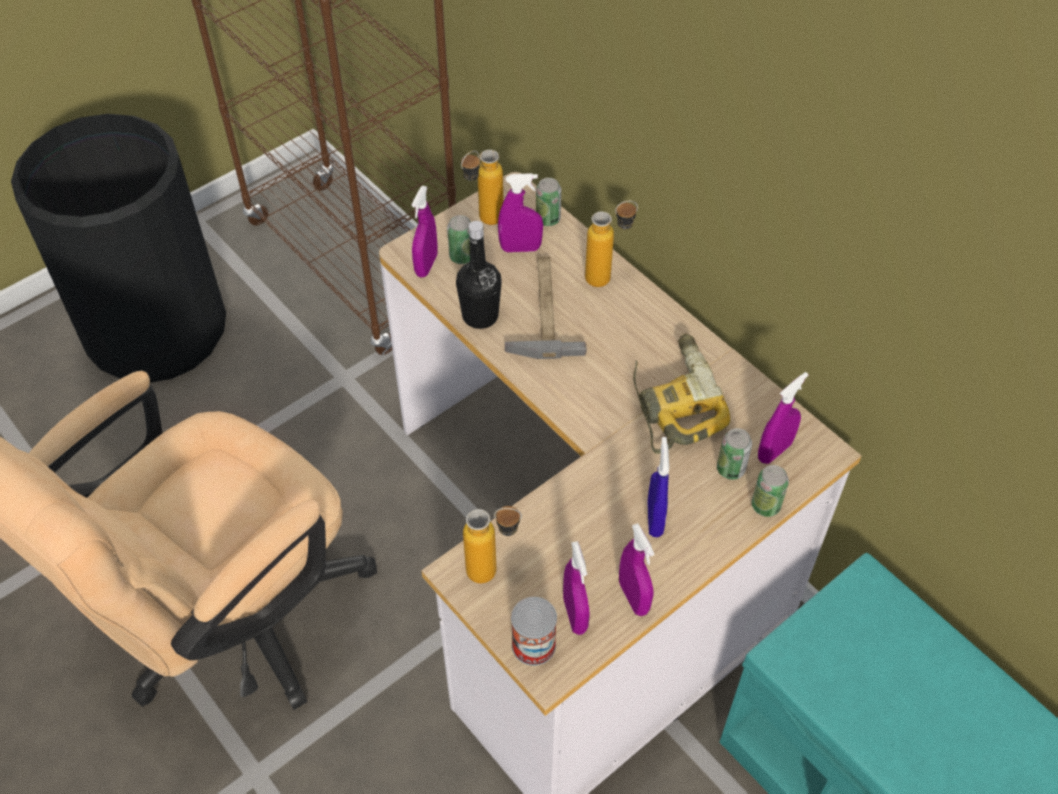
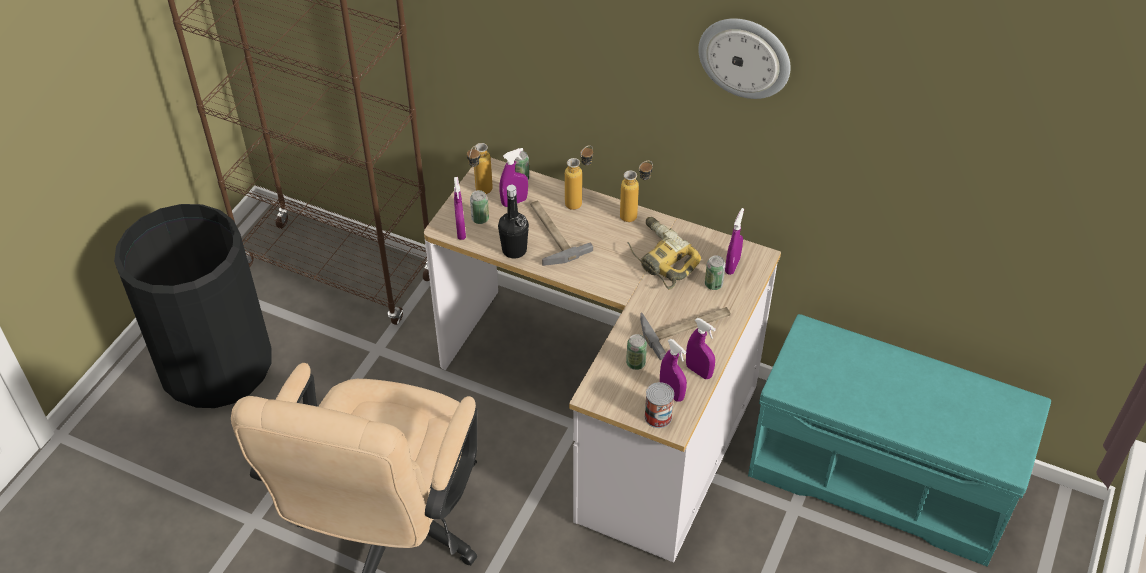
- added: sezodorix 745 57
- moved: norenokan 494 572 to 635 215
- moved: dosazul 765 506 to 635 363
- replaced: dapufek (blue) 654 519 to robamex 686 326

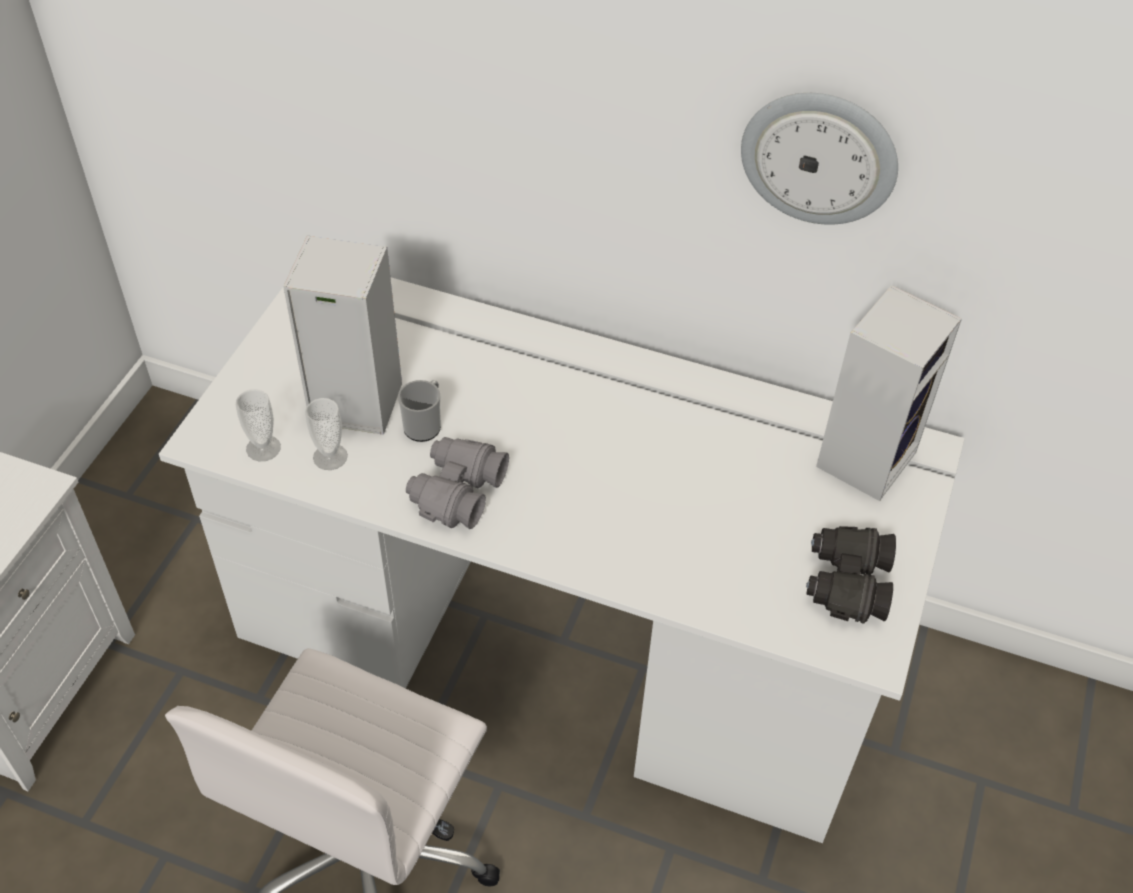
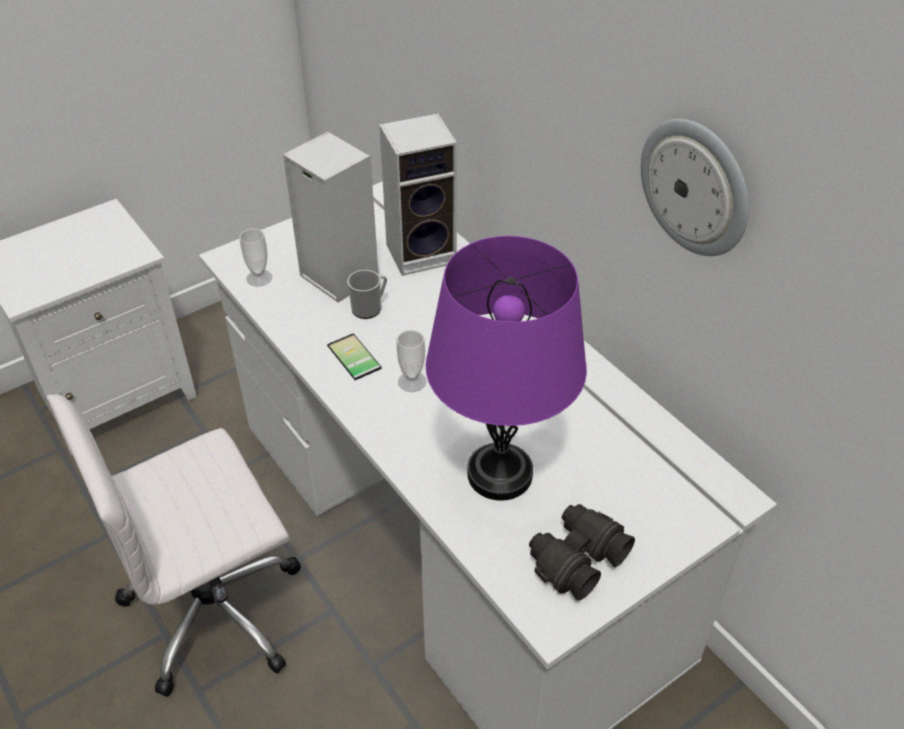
- added: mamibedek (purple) 499 474
- moved: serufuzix 330 457 to 412 382
- moved: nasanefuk 866 456 to 423 252
- replaced: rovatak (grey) 456 491 to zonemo 351 358

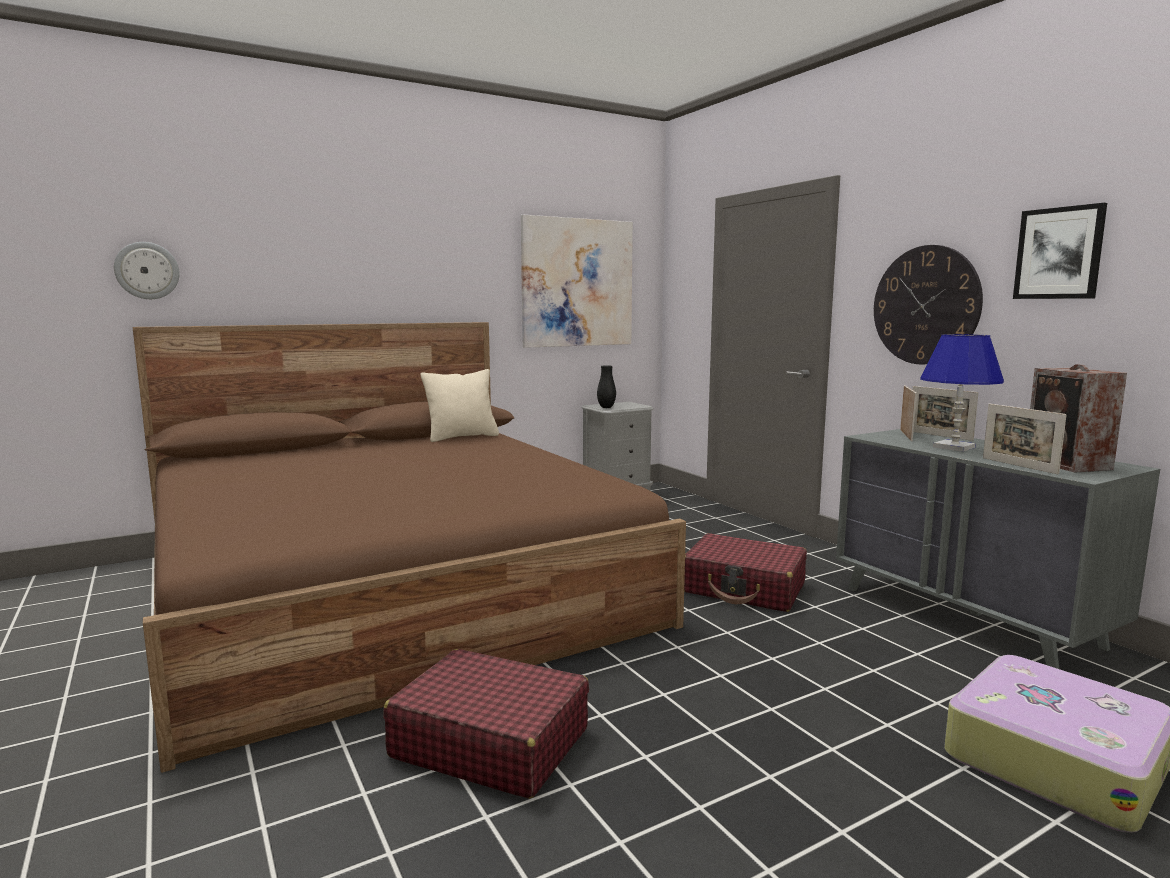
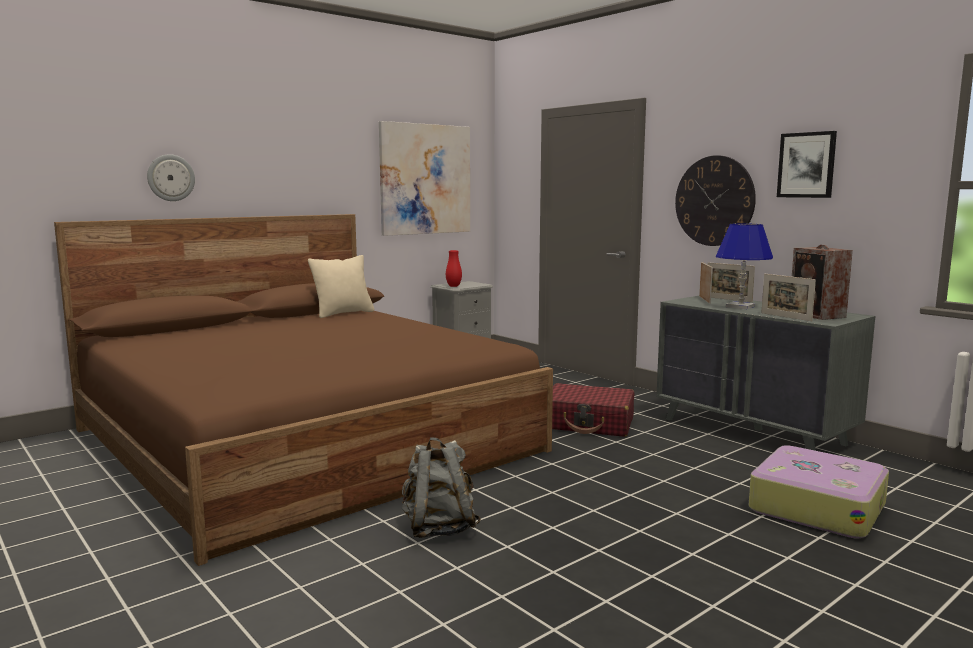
- moved: sezodorix 147 270 to 170 178
- replaced: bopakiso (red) 490 742 to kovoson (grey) 438 528
- recoloured: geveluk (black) 606 407 to geveluk (red) 453 286

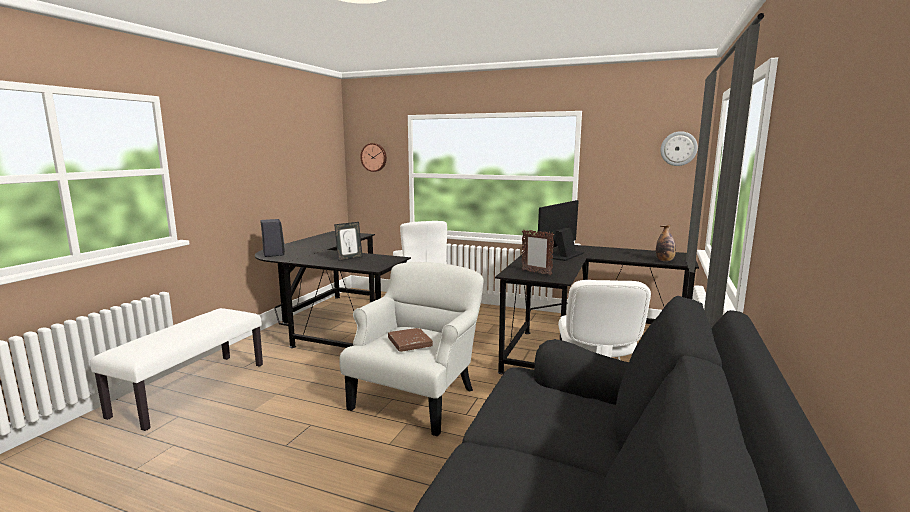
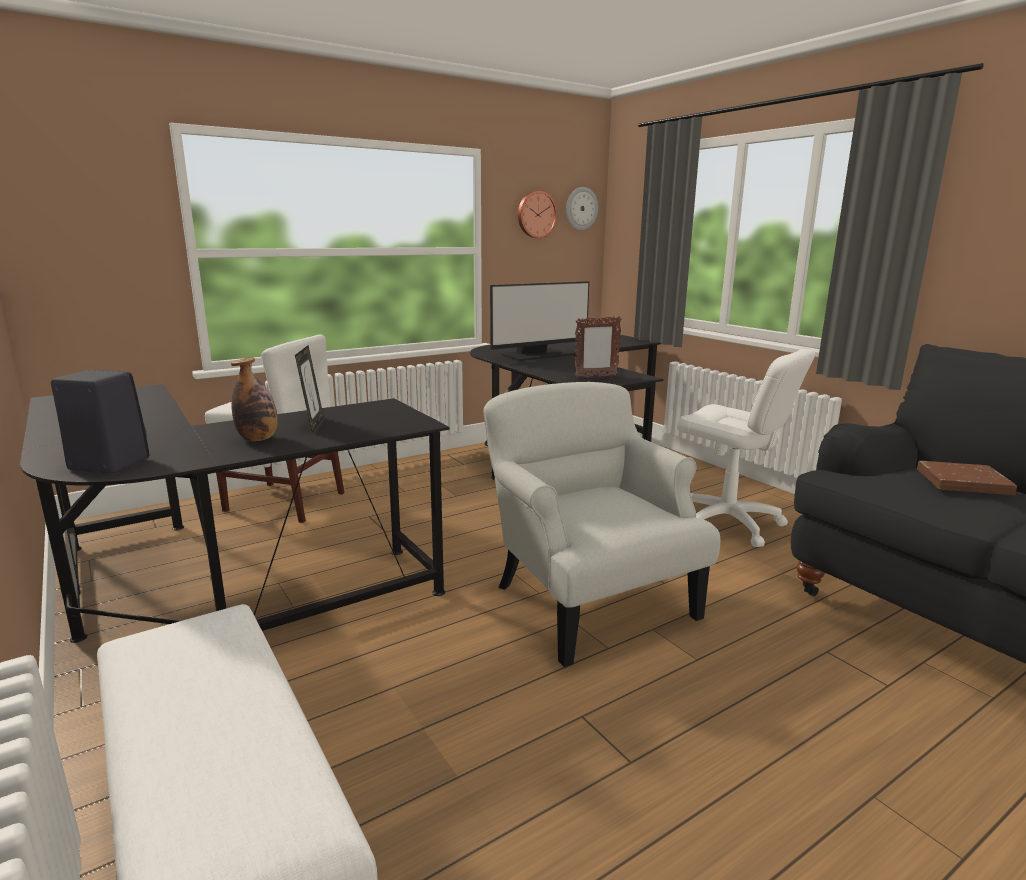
- moved: sezodorix 374 157 to 536 214
- moved: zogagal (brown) 409 342 to 963 483
- moved: norenokan 664 260 to 258 439
- turned: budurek 562 255 = 536 355 105 degrees counterclockwise

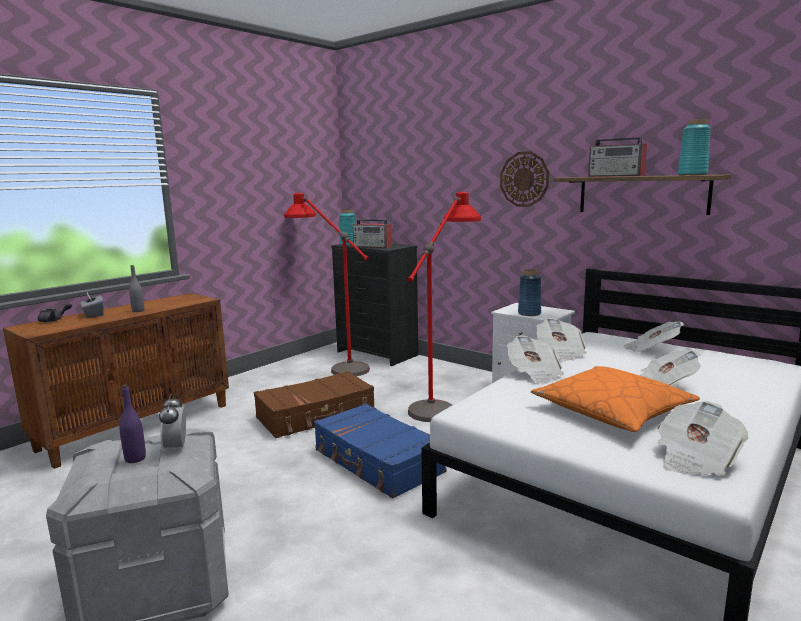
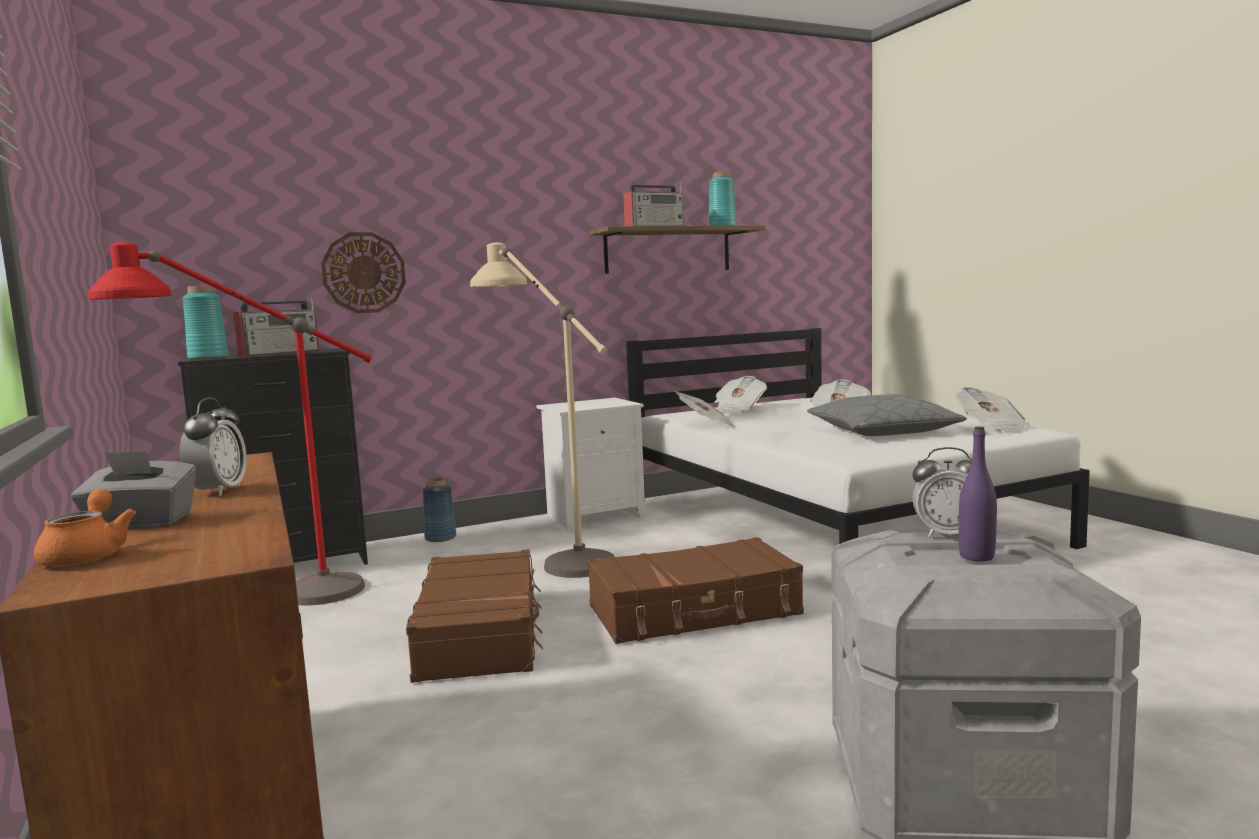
- removed: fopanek 534 374
- moved: sezodorix 524 179 to 364 272
- moved: geveluk (blue) 529 313 to 441 538
- replaced: norenokan (grey) 138 311 to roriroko 218 491
- recoloured: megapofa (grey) 54 320 to megapofa (orange) 88 555
- recoloured: bopakiso (blue) 377 462 to bopakiso (brown) 695 611
- recoloured: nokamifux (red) 444 400 to nokamifux (beige) 552 554
- recoloured: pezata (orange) 611 411 to pezata (grey) 883 431

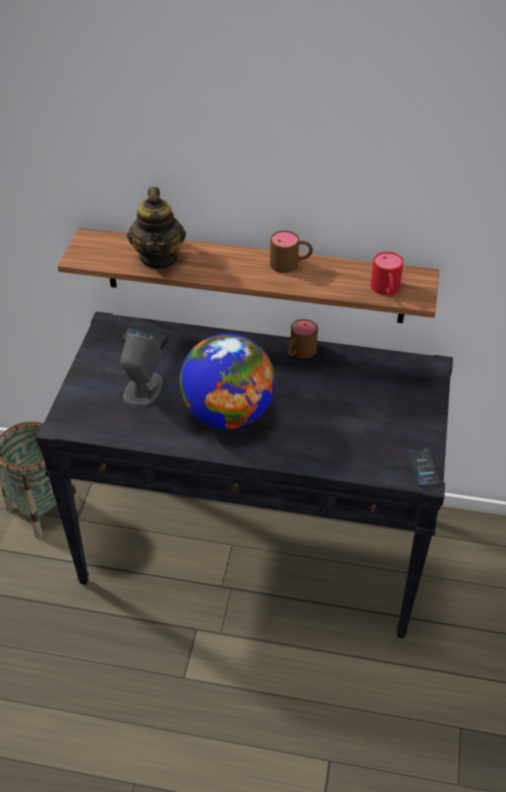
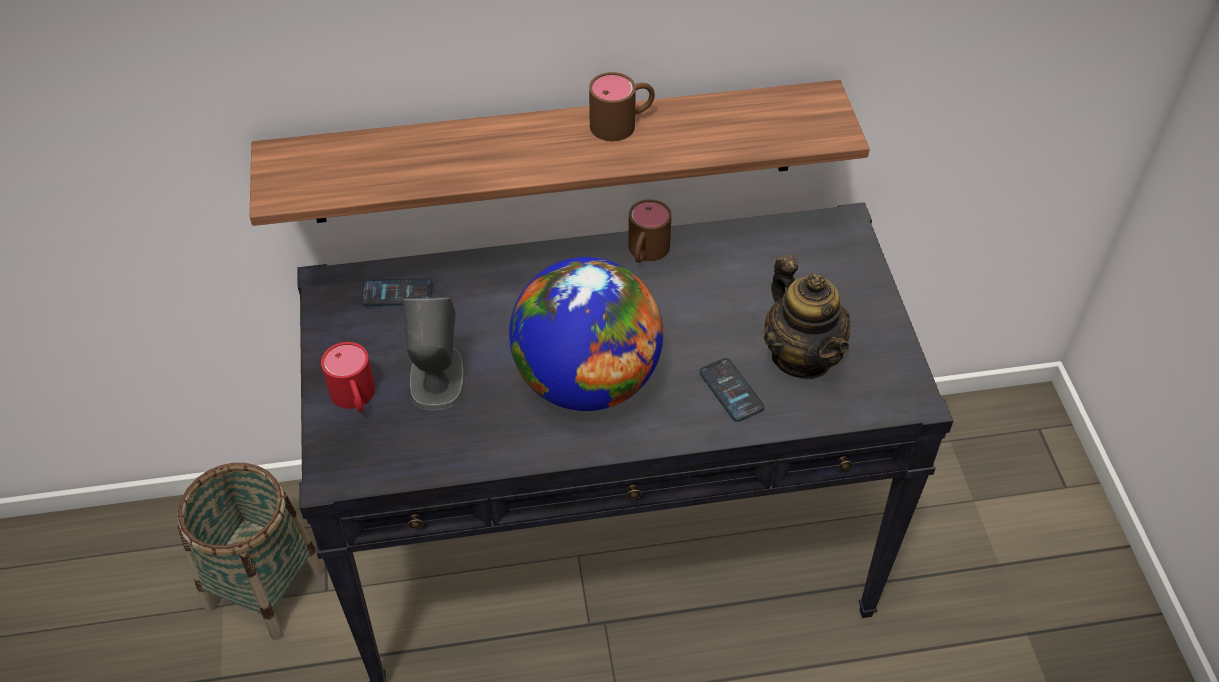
- moved: megapofa 159 257 to 802 356
- moved: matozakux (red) 386 290 to 355 398
- moved: zonemo 423 467 to 731 390

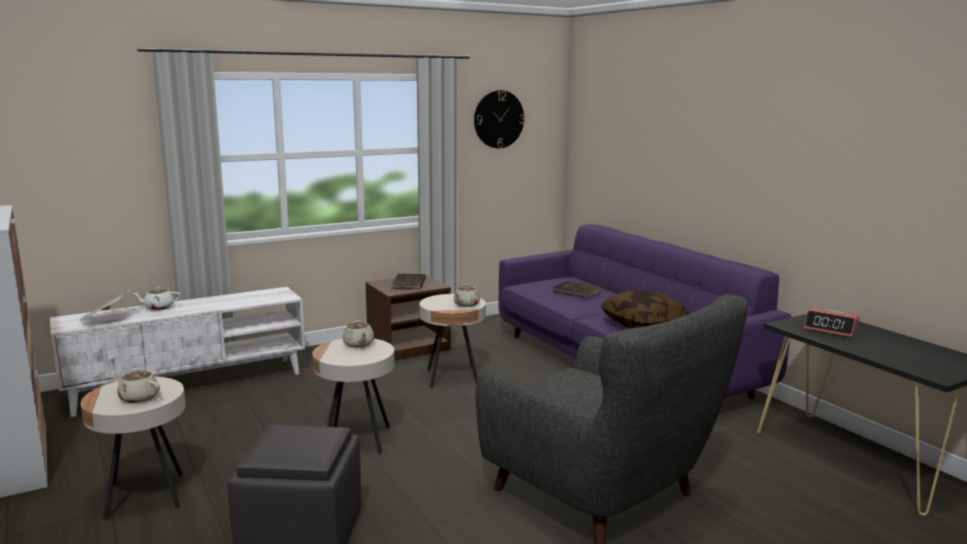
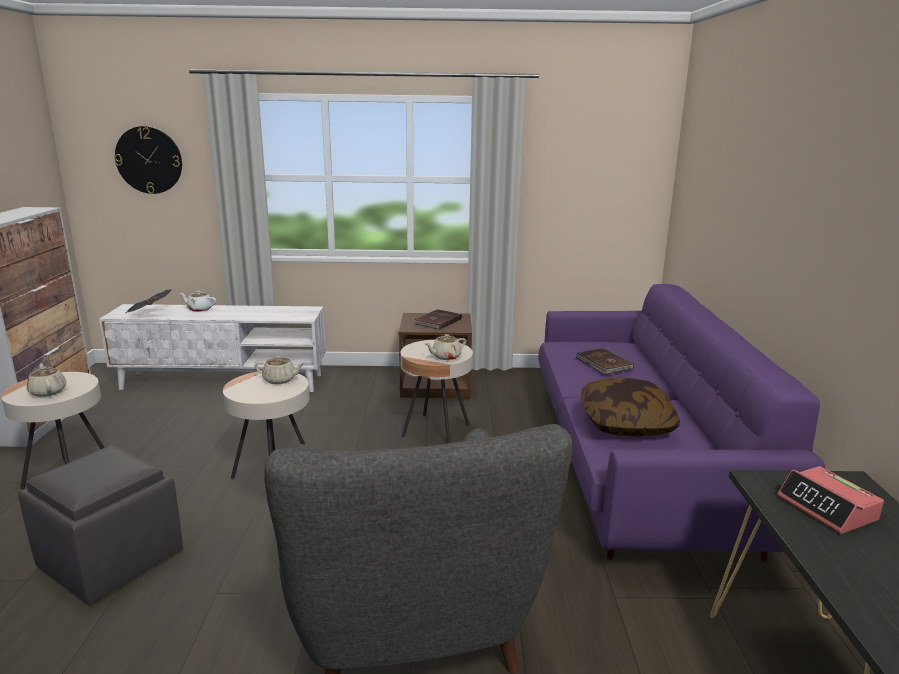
- moved: sezodorix 498 119 to 149 160
- turned: megapofa (beige) 358 344 = 280 380 90 degrees counterclockwise

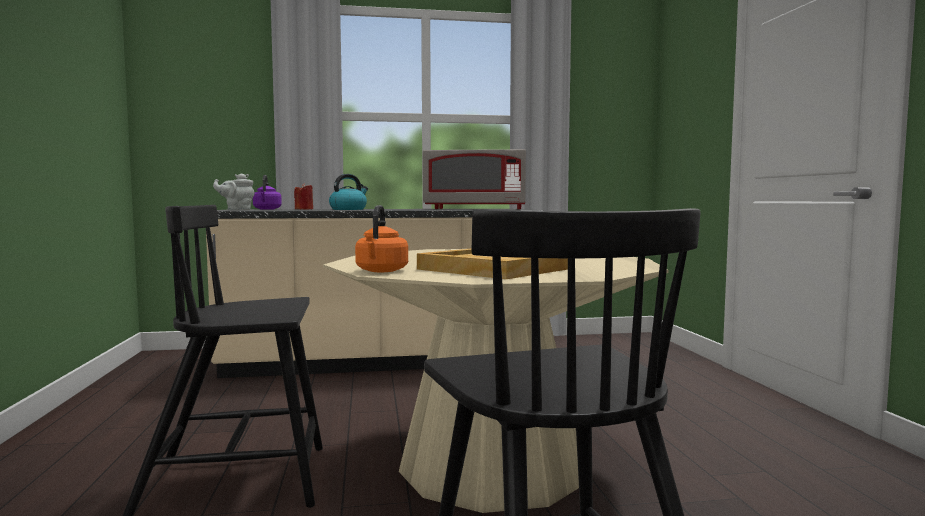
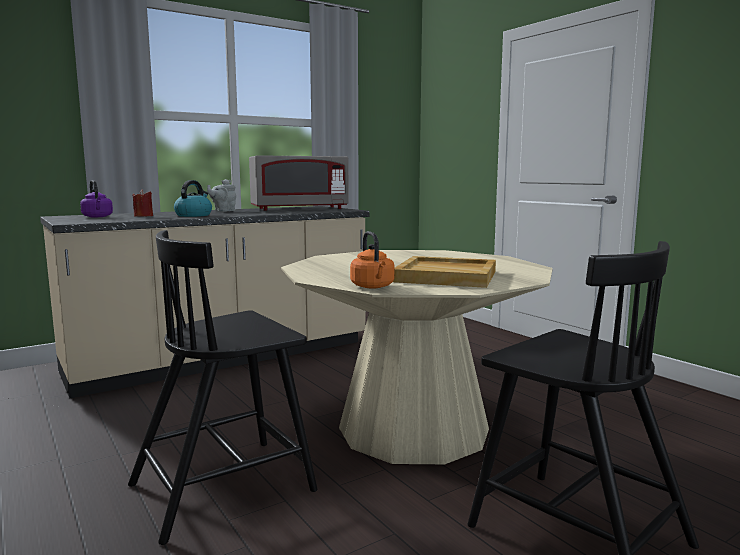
- moved: megapofa (grey) 237 209 to 223 211

